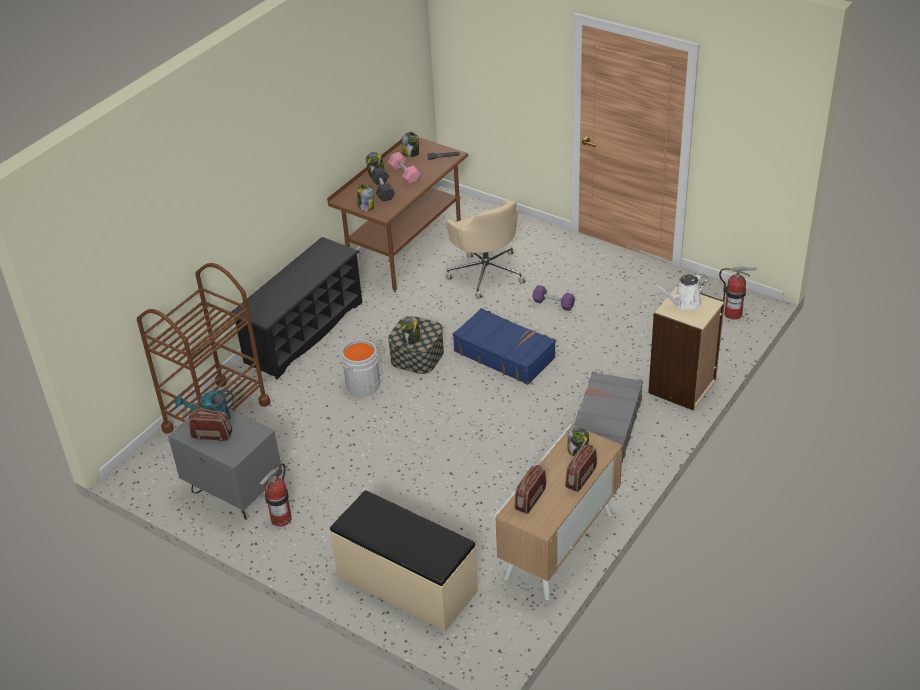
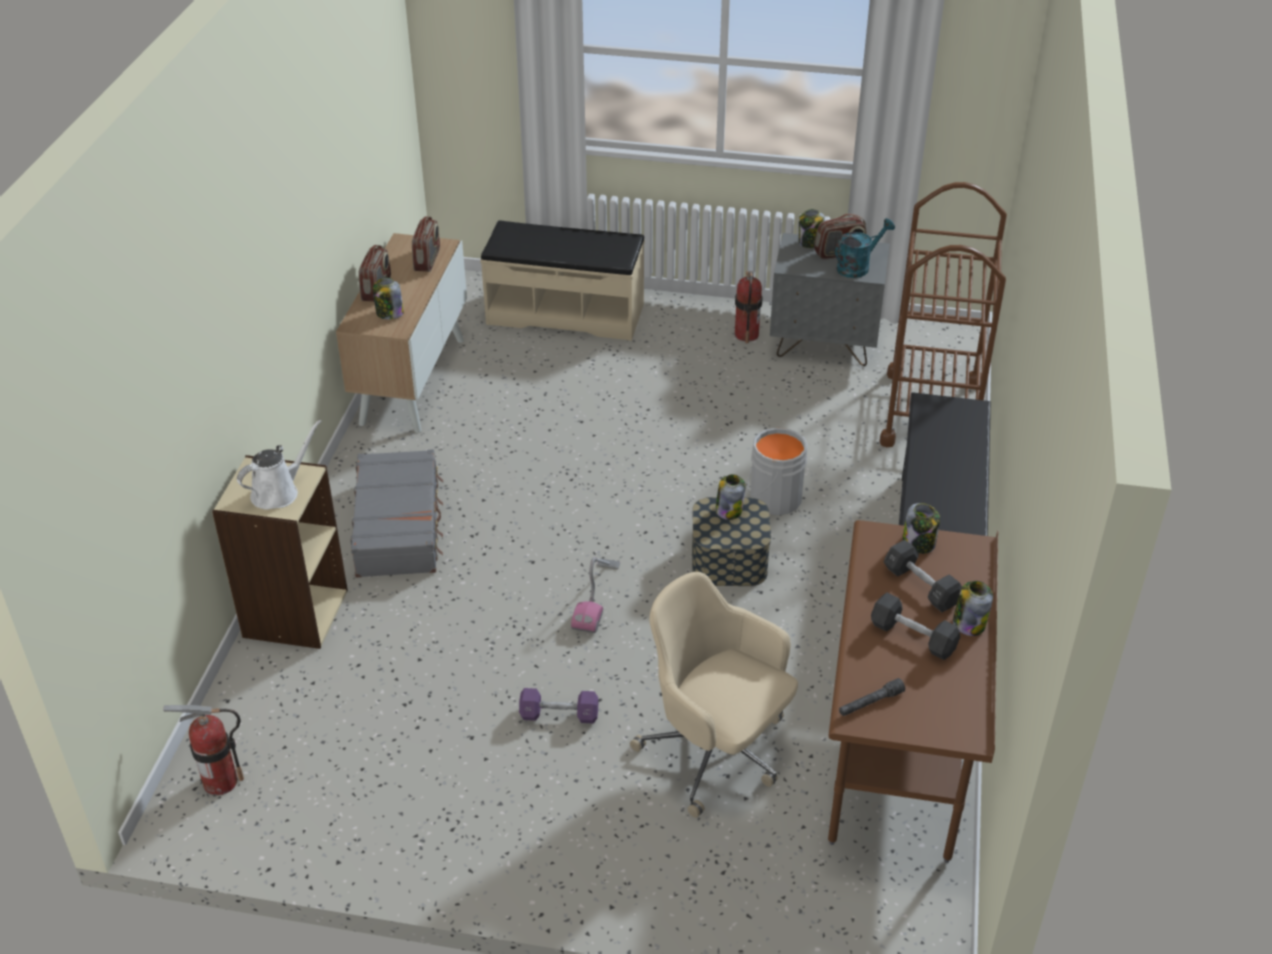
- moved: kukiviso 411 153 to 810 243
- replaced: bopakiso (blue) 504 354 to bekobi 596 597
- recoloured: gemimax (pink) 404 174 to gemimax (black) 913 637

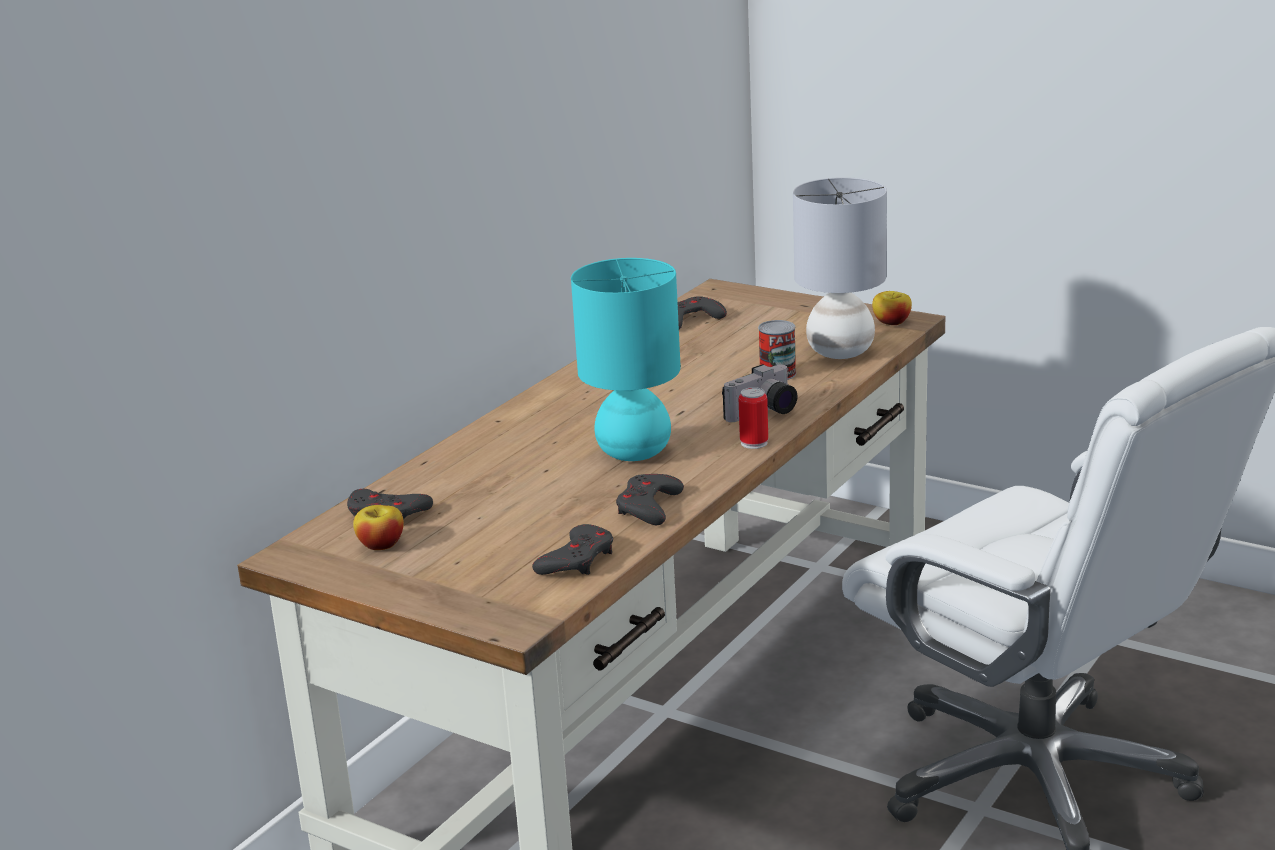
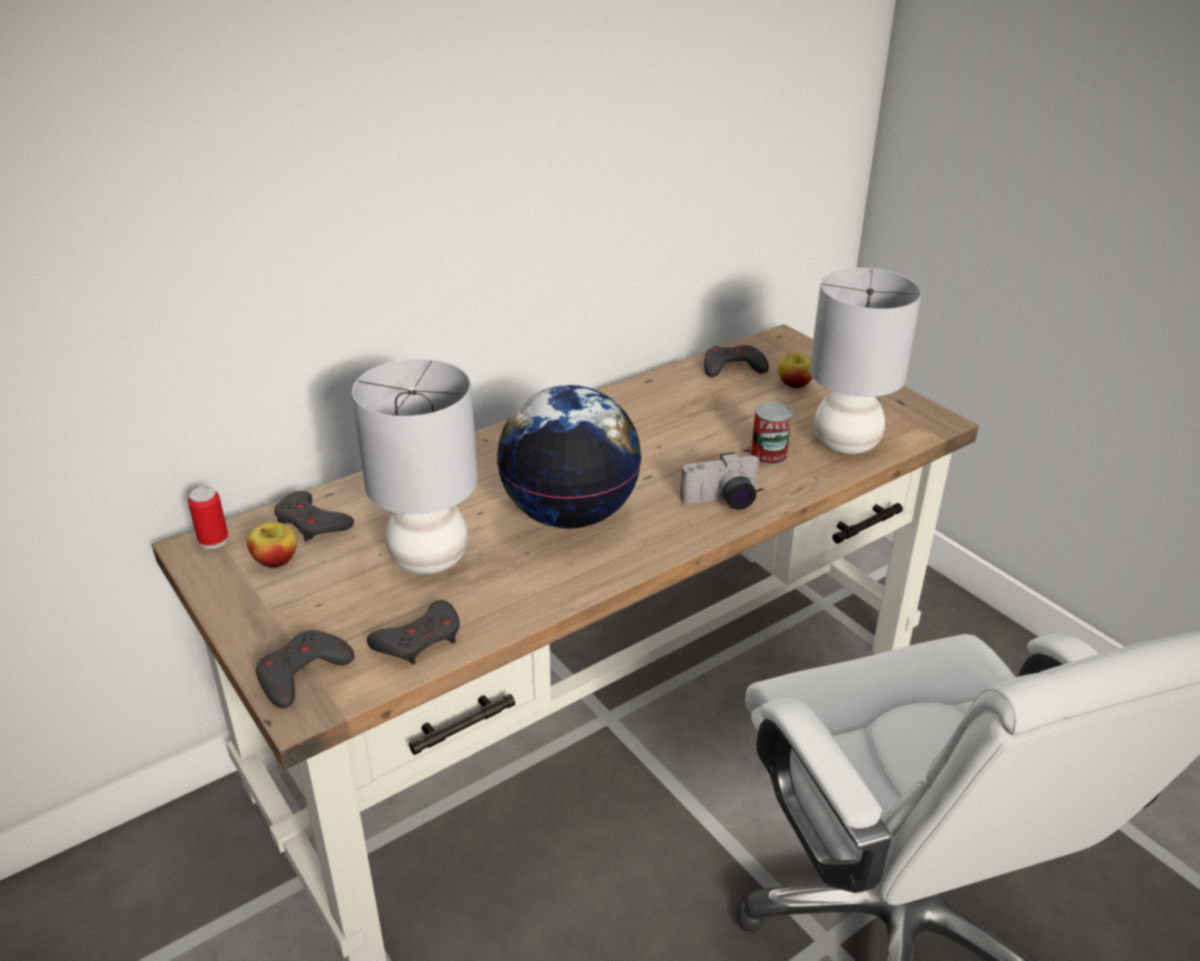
- added: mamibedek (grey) 430 558
- moved: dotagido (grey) 649 506 to 302 673
- moved: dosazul 754 443 to 213 540
- moved: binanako 891 322 to 794 384
- replaced: mamibedek (turquoise) 633 452 to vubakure 570 514

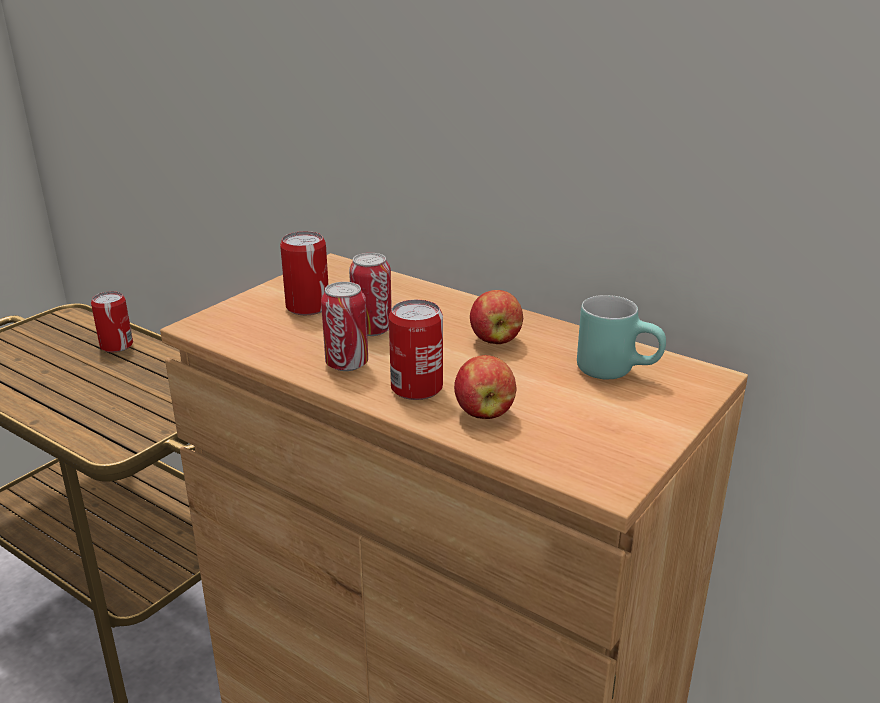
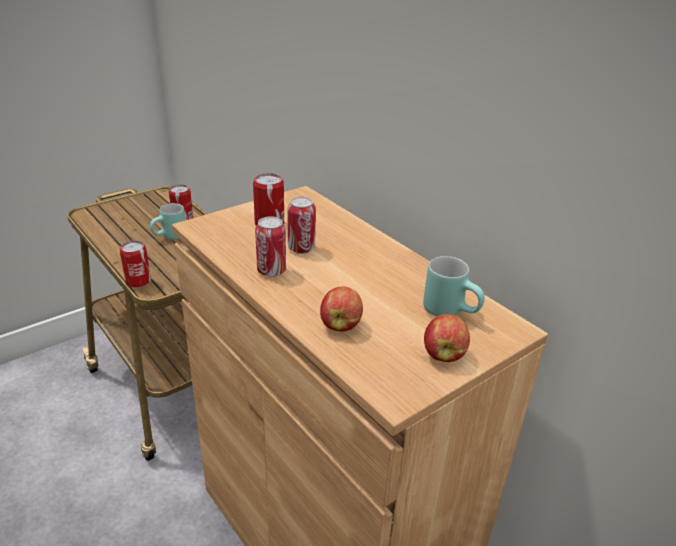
- added: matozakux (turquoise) 170 237
- moved: dosazul 416 388 to 138 281
- moved: binanako 495 339 to 443 354

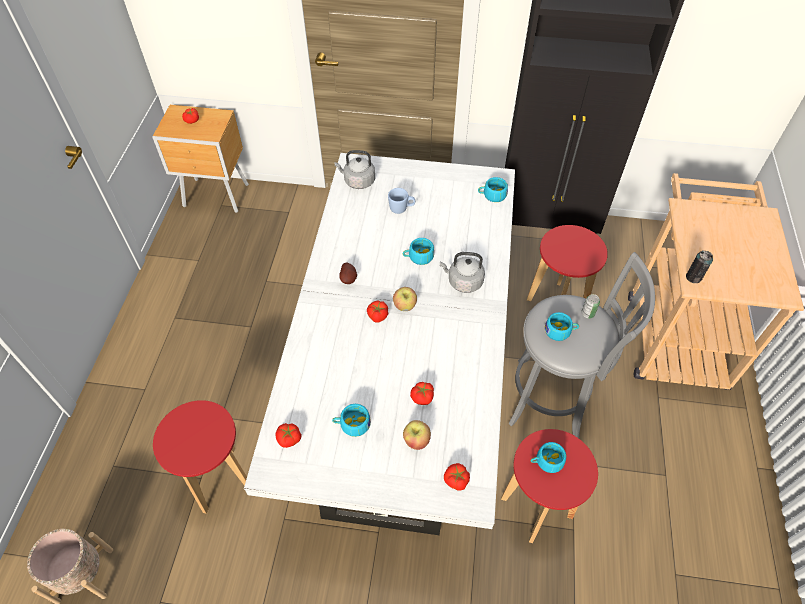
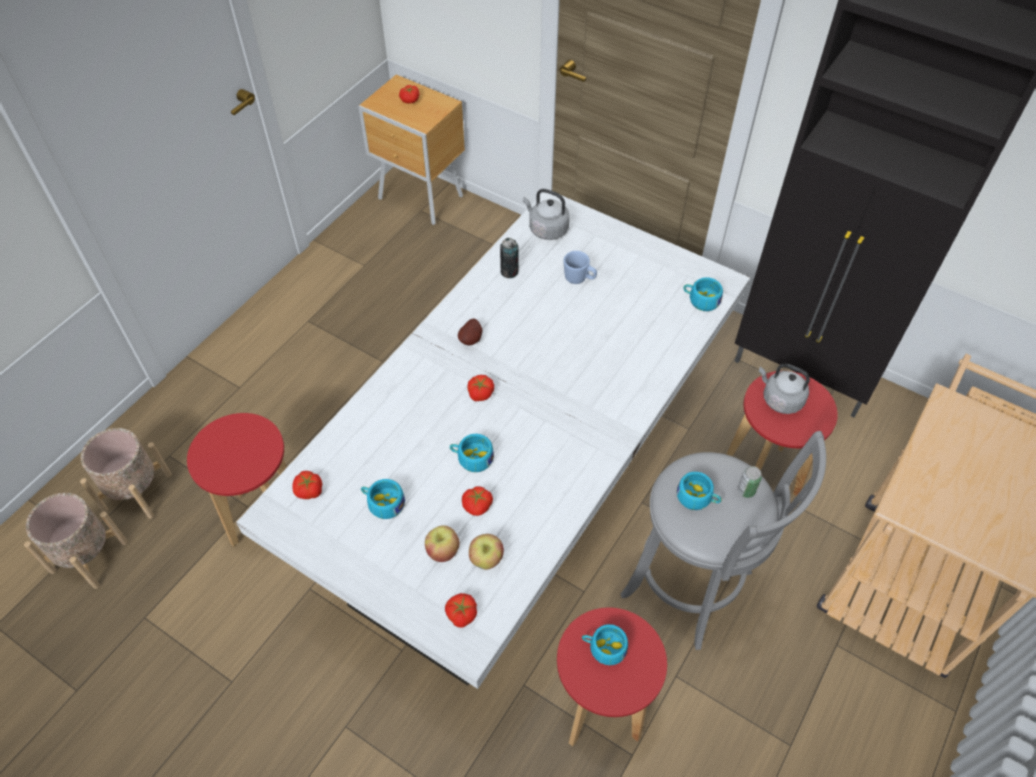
- added: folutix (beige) 137 491
- moved: binanako 405 306 to 486 559
- moved: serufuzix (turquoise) 418 257 to 471 458
- moved: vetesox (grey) 463 282 to 780 399
- moved: dosazul 693 277 to 509 272

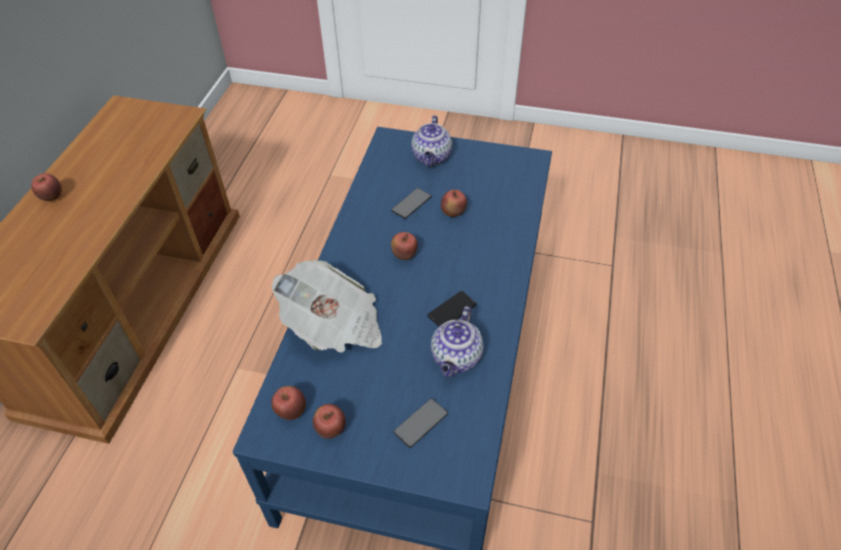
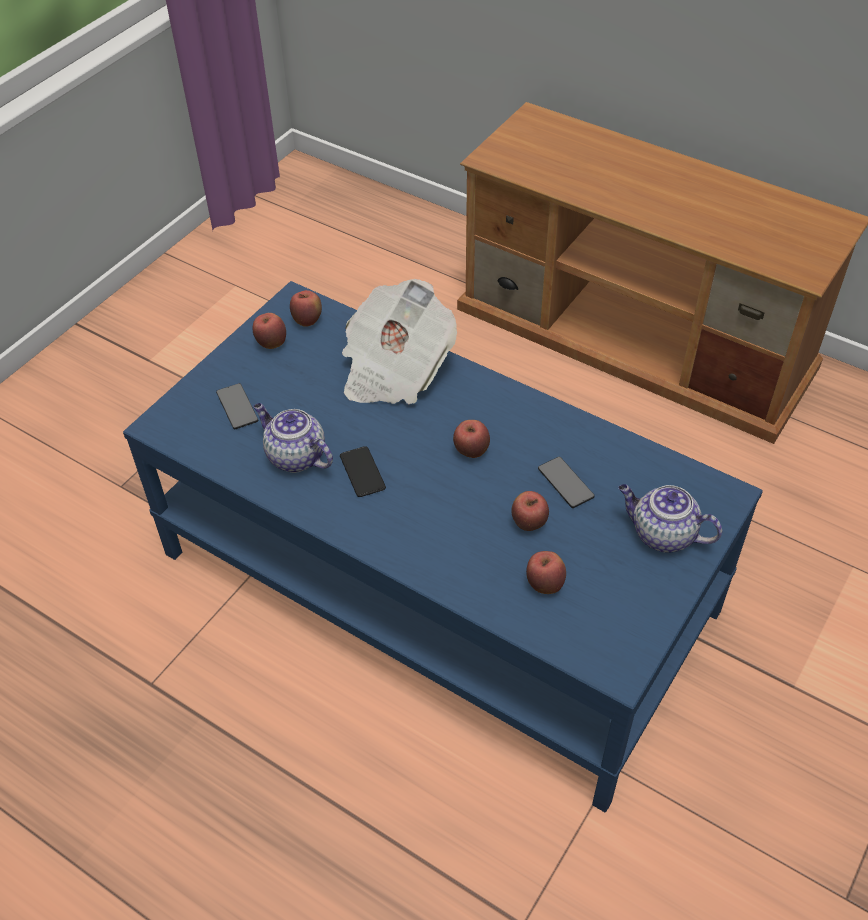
- moved: binanako 52 197 to 544 584

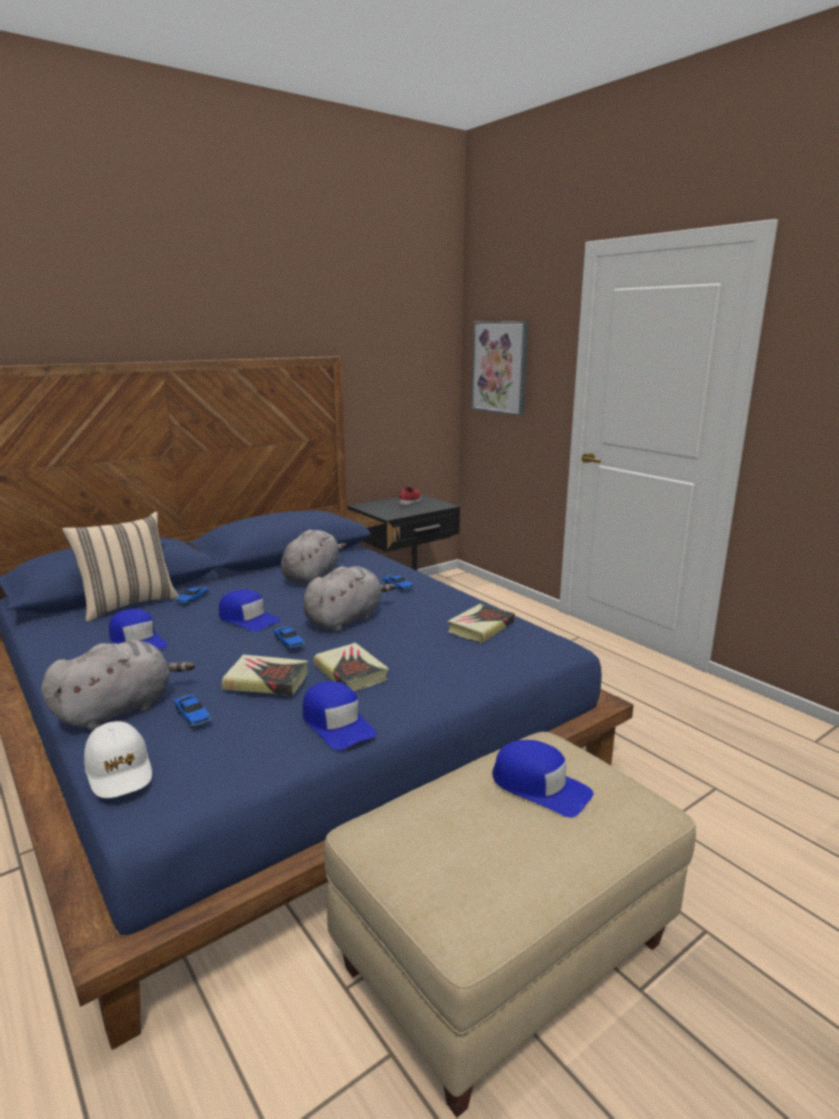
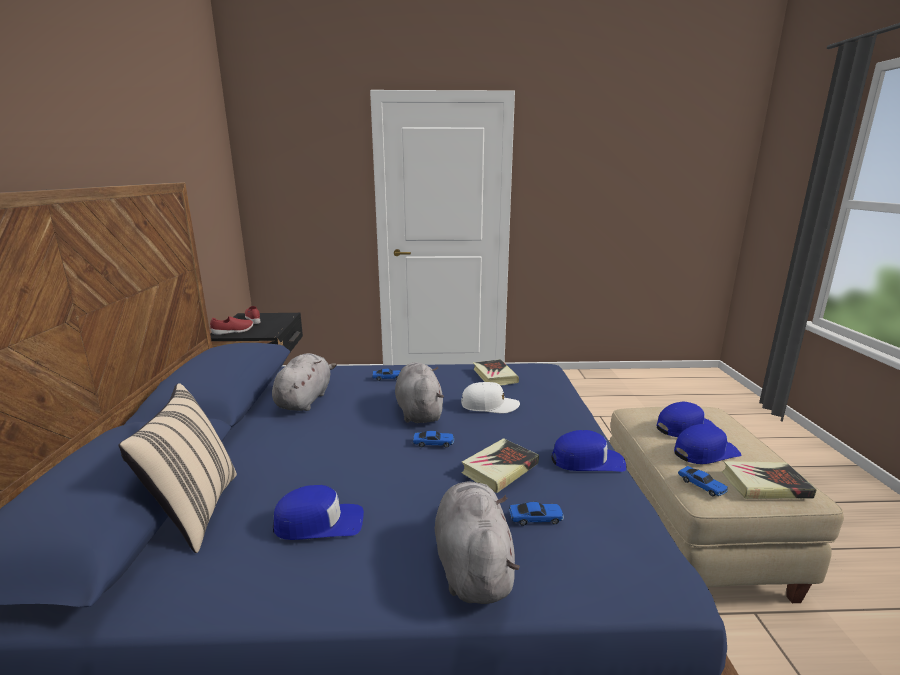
- removed: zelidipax 500 367
- added: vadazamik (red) 233 332
- moved: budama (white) 119 770 to 489 405
- moved: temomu 192 599 to 702 485
- moved: budama (blue) 248 619 to 705 452
- moved: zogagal 351 672 to 765 485
- turned: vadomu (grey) 312 576 = 305 400 45 degrees clockwise

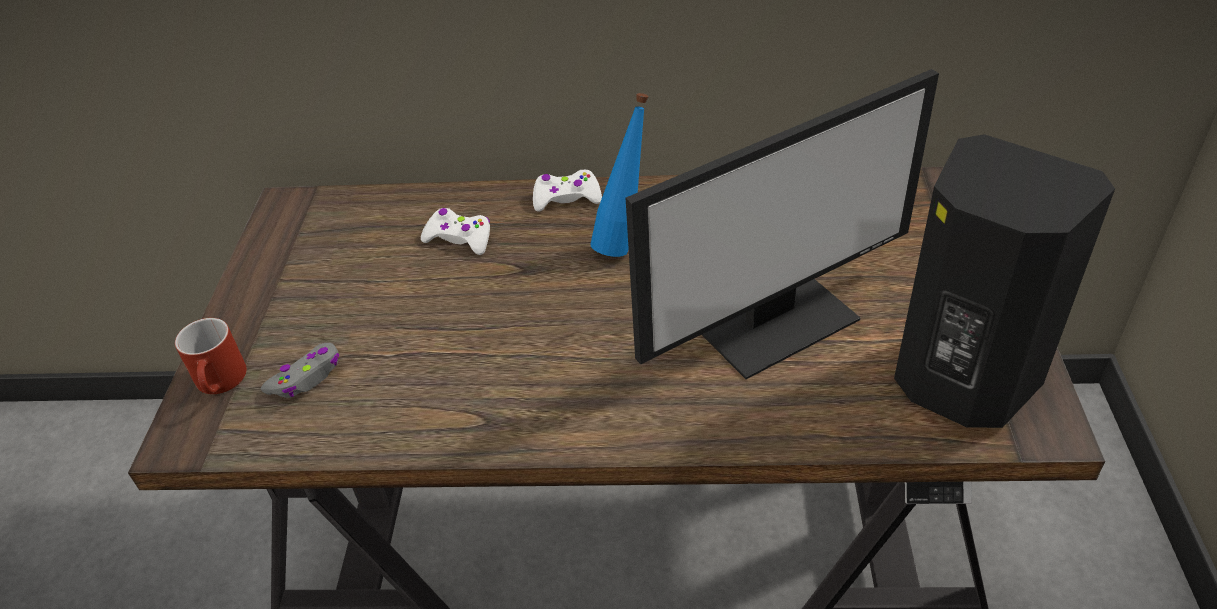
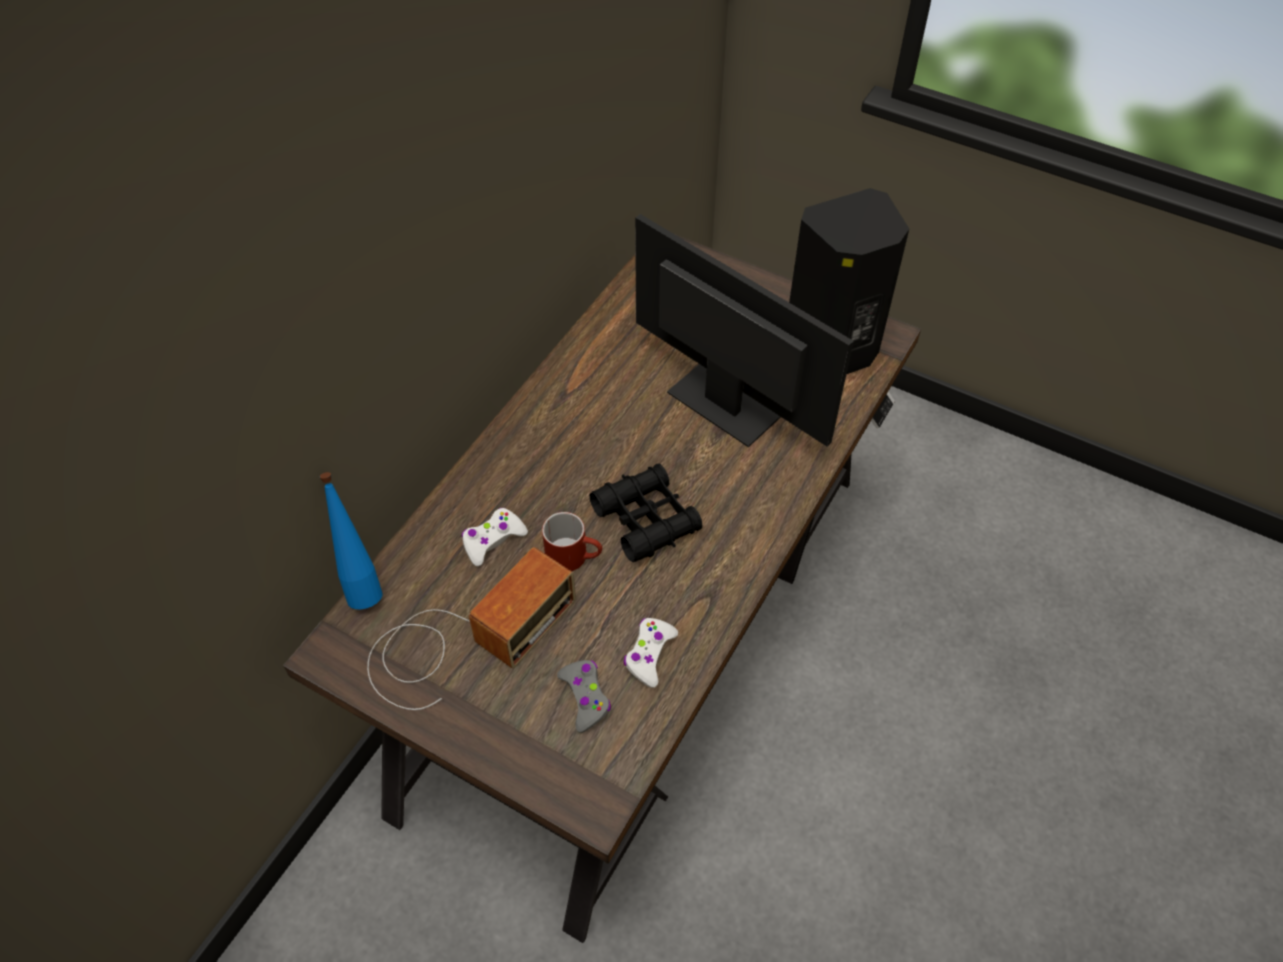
- added: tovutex 464 640
- added: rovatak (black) 646 519
- moved: matozakux (red) 222 383 to 574 556
- moved: dotagido (white) 566 198 to 649 655
- moved: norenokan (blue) 624 242 to 362 584
- turned: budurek 776 320 = 724 402 45 degrees counterclockwise

